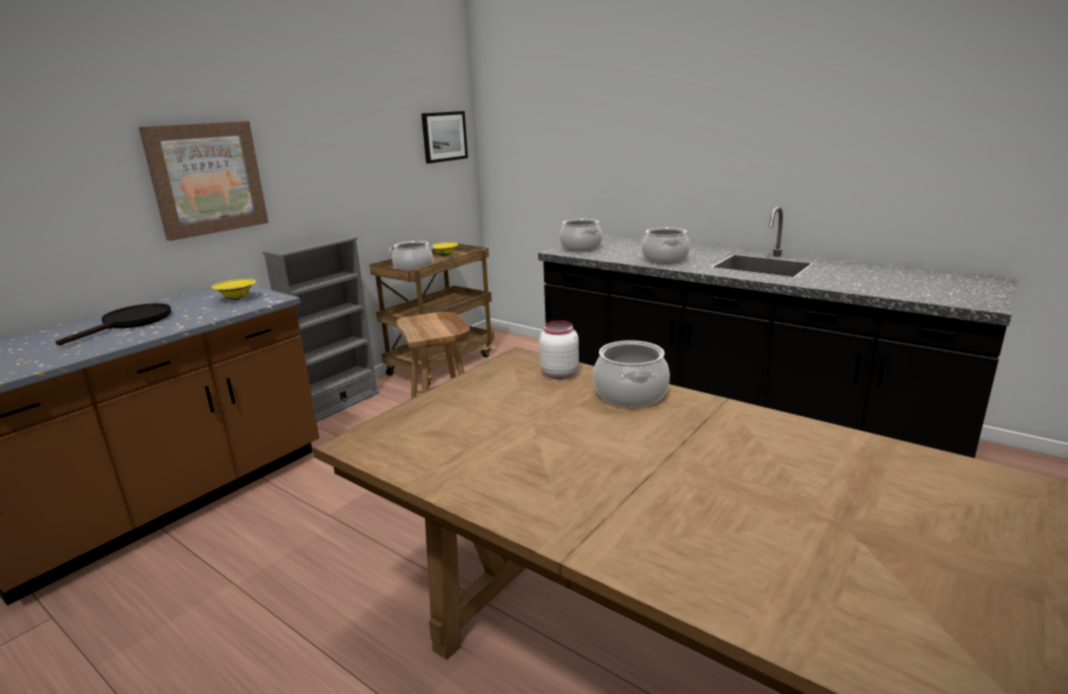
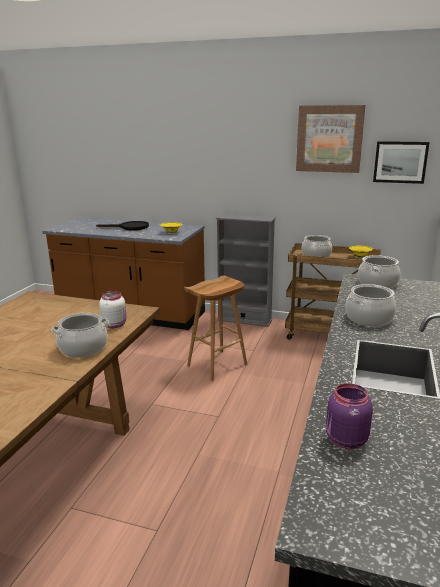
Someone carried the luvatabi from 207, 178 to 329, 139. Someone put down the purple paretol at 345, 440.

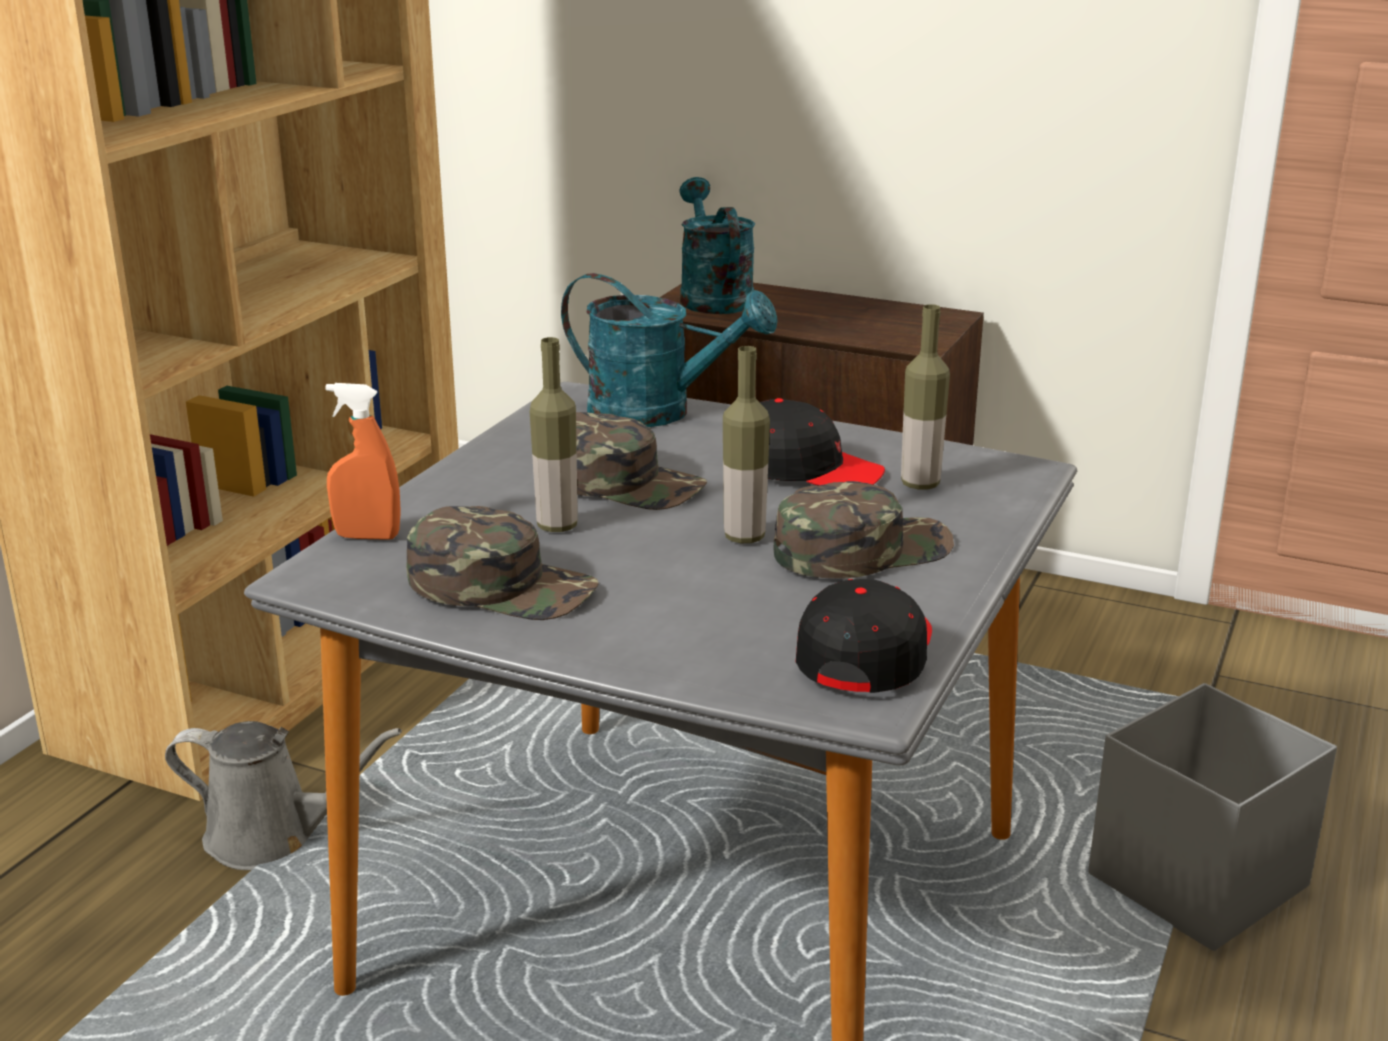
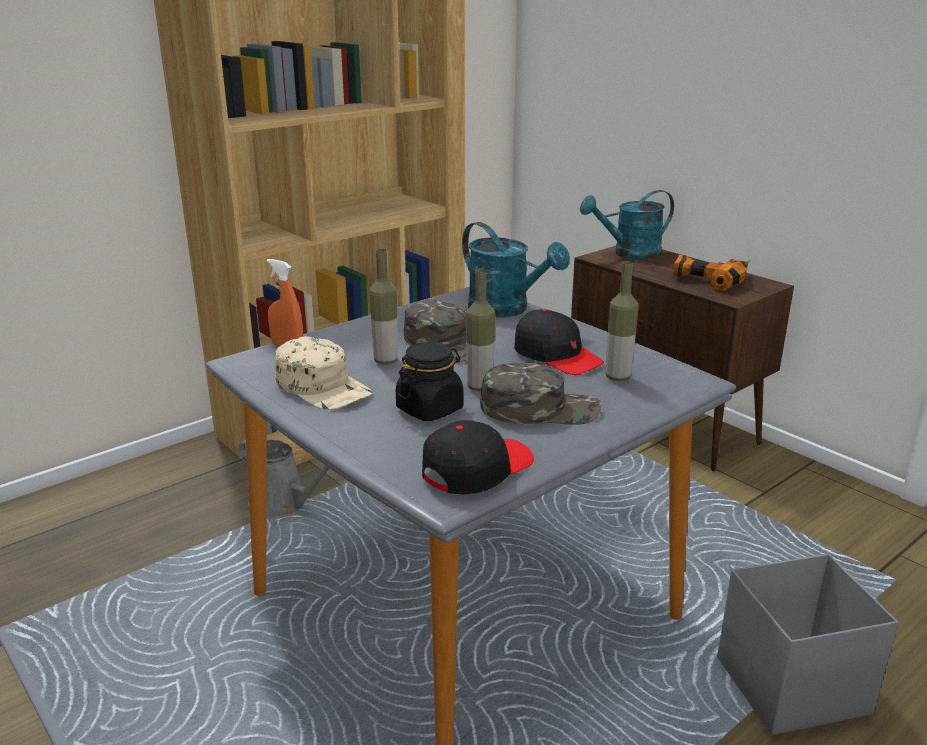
Someone rotated the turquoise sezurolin at 712, 297 by 120 degrees counterclockwise. Someone repainted the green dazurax at 502, 585, which became the beige dazurax at 323, 386. Someone put down the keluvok at 710, 278. Someone put down the black paretol at 430, 409.

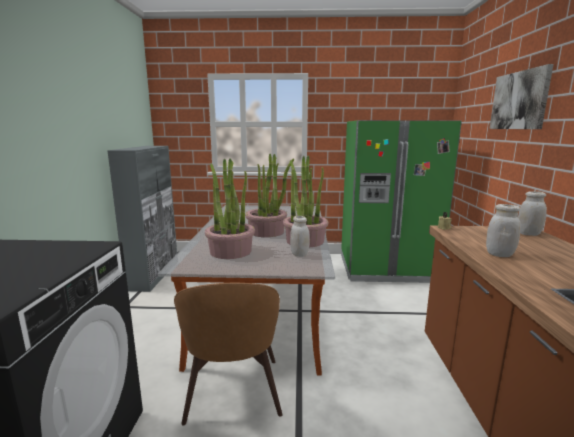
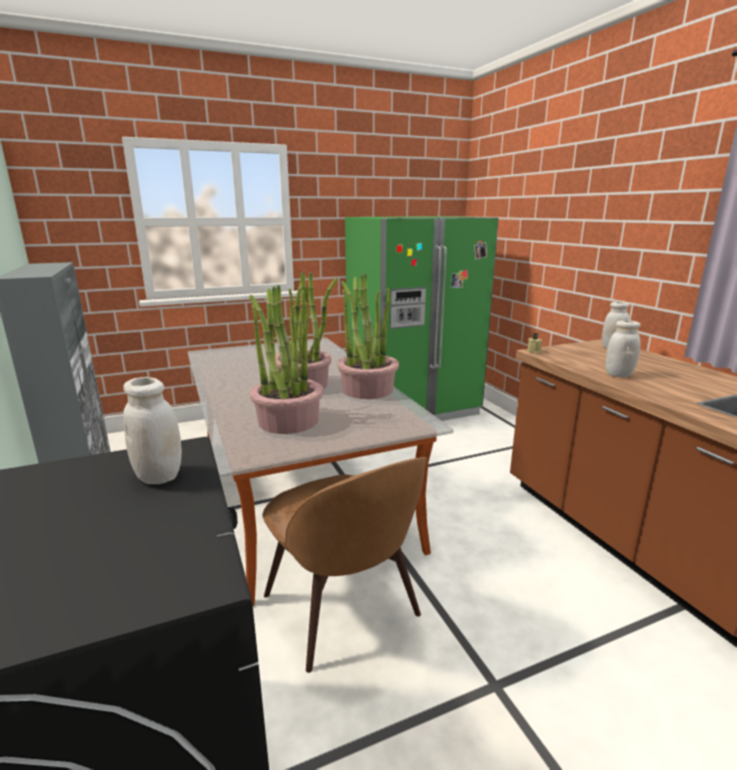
Someone took away the luvatabi at 519, 100. Someone carried the white paretol from 299, 254 to 159, 476.

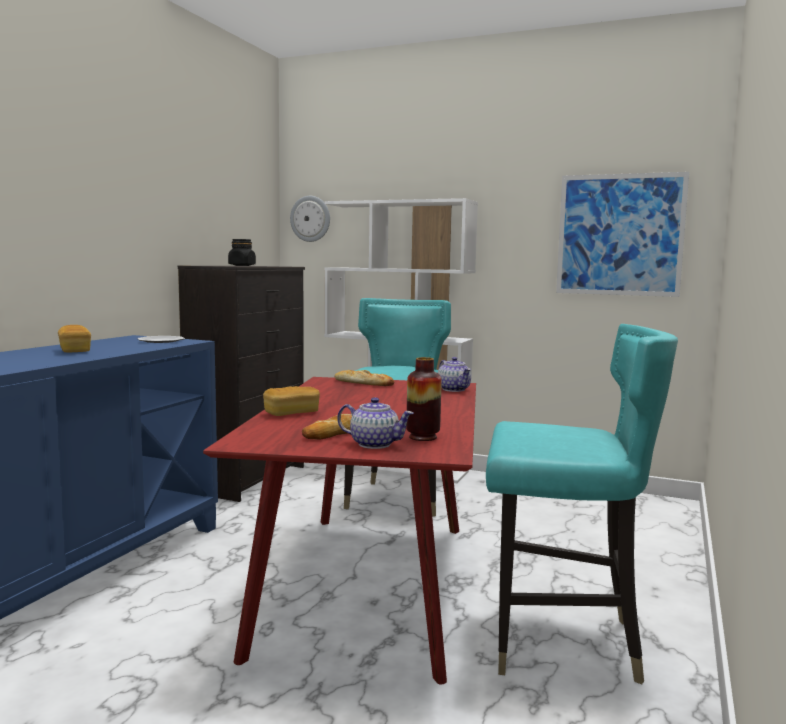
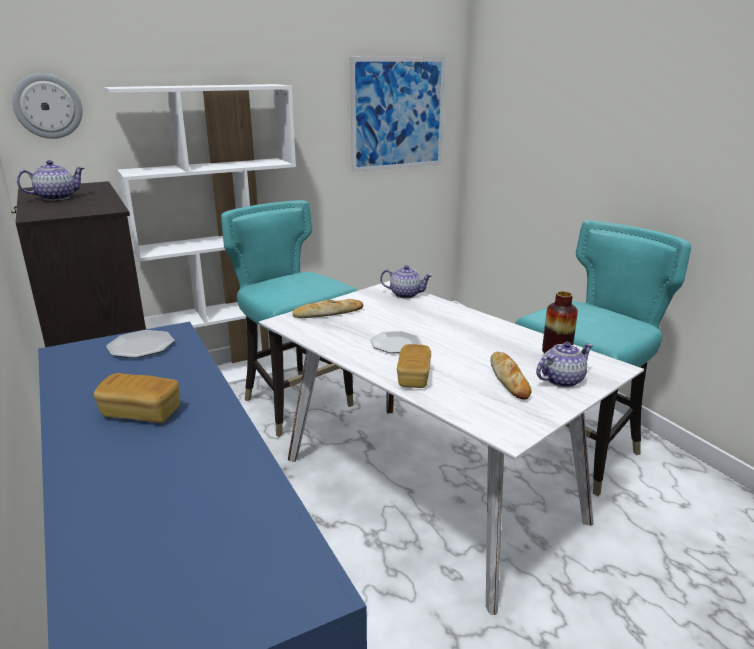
Someone swapped the black paretol at 242, 265 for the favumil at 56, 198. Someone repainted the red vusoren at 367, 583, which became the white vusoren at 427, 489. Someone put down the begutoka at 395, 344.

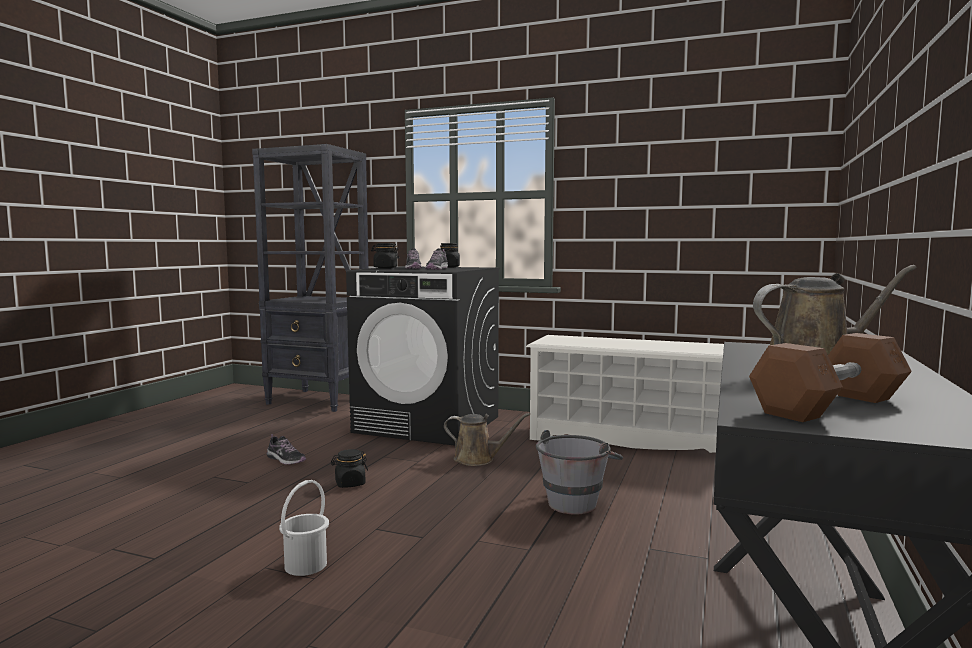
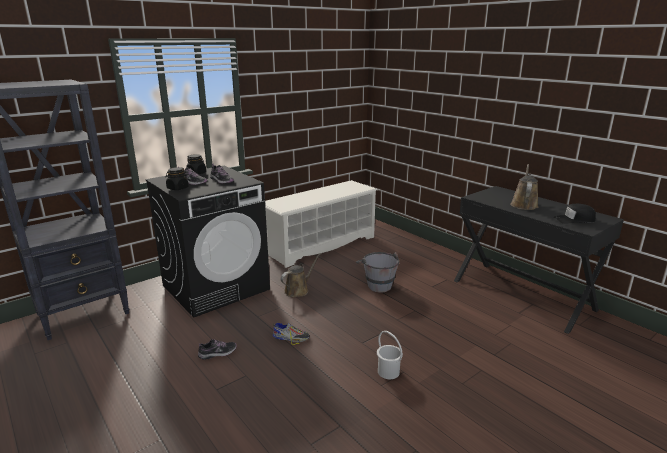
Someone swapped the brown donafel at 829, 406 for the black dazurax at 574, 220. Someone swapped the black paretol at 350, 483 for the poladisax at 291, 337.

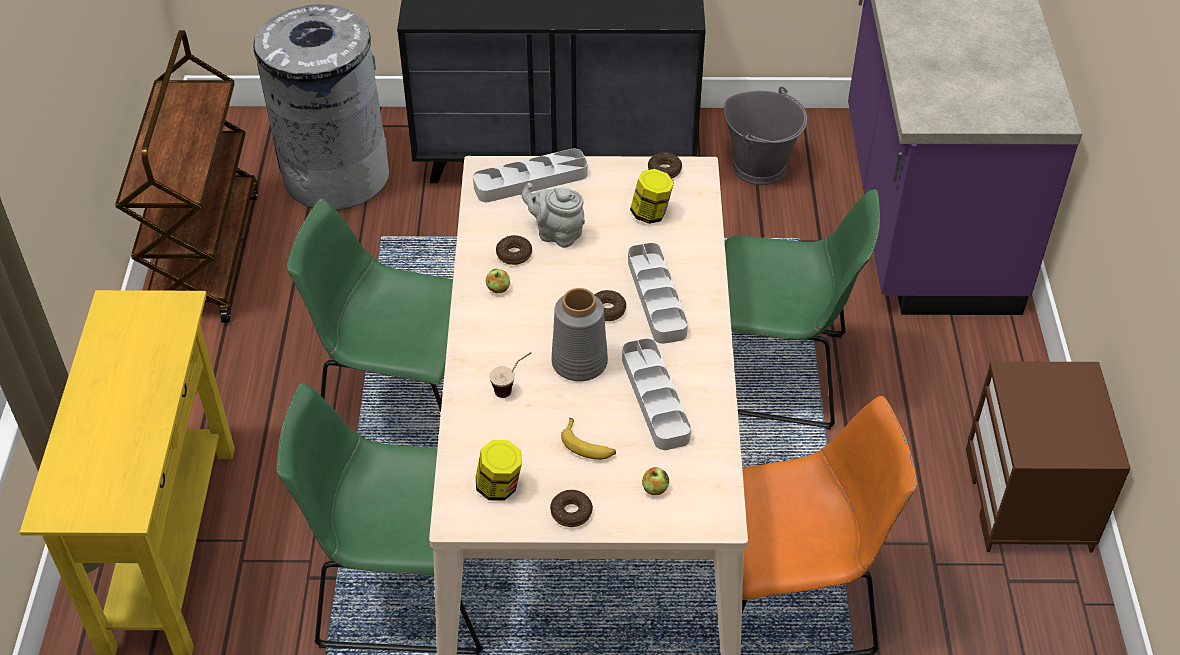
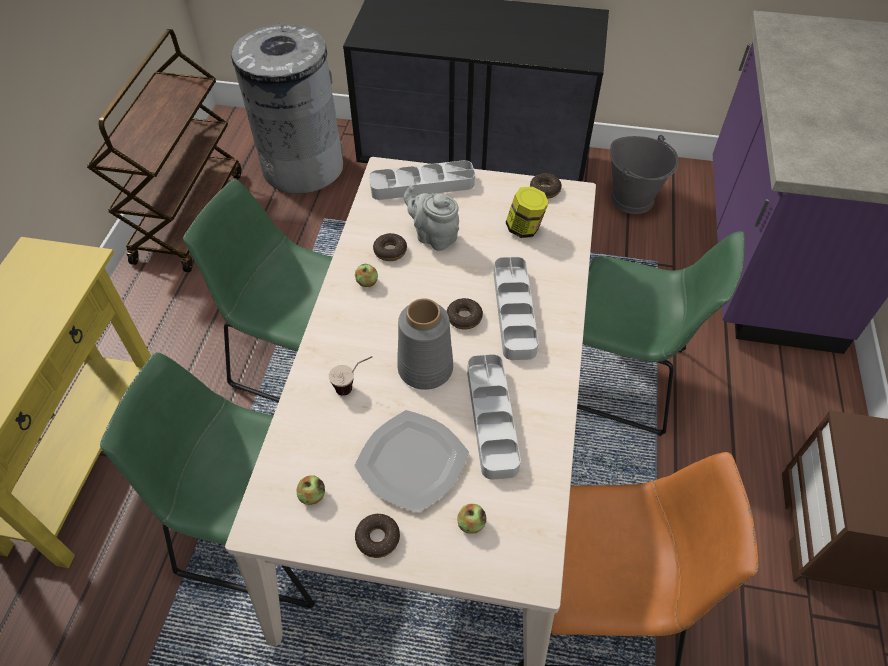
Someone swapped the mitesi at 588, 445 for the begutoka at 413, 461. Someone swapped the paretol at 499, 487 for the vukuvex at 312, 495.

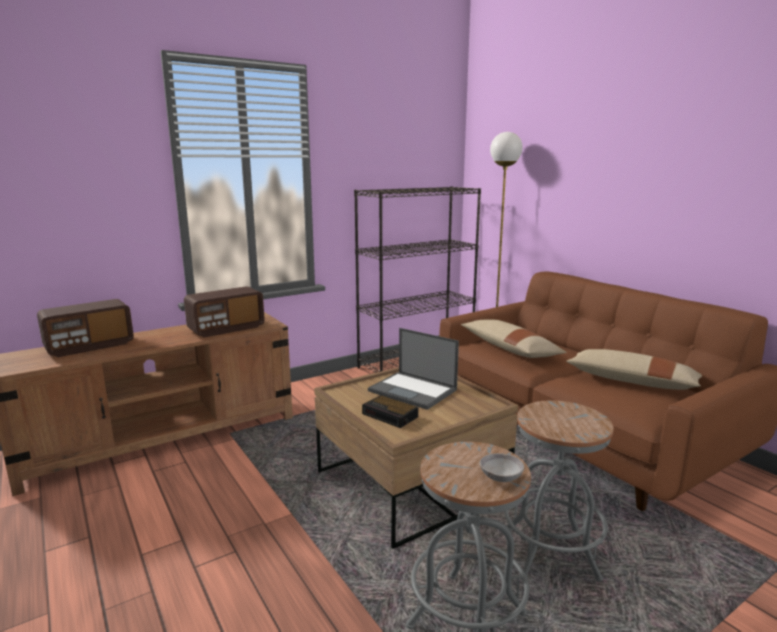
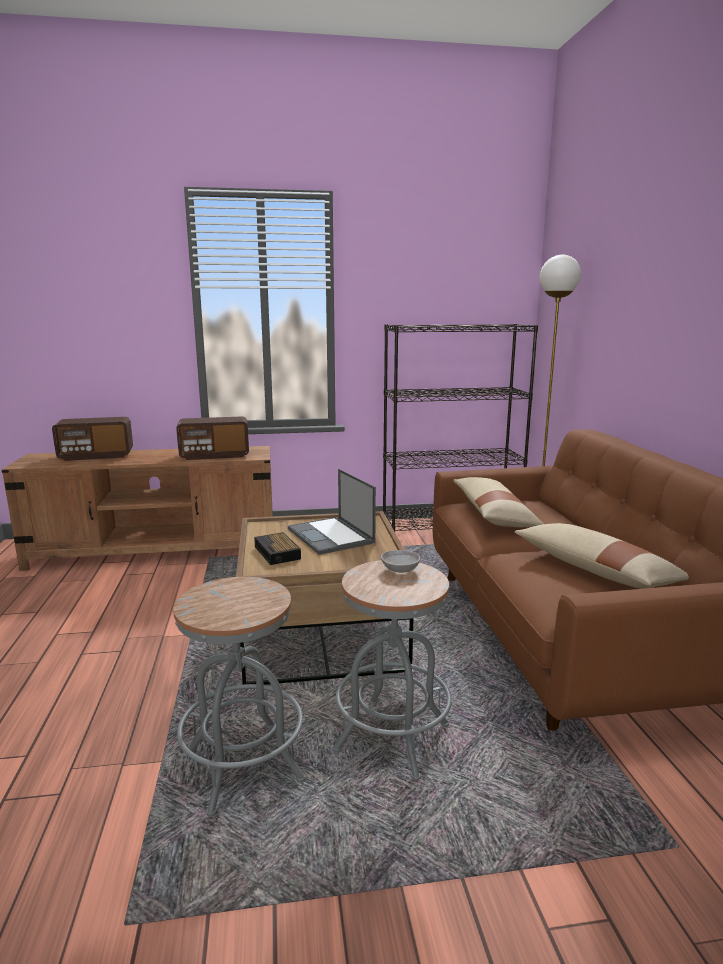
Someone carried the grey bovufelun from 500, 477 to 400, 570.

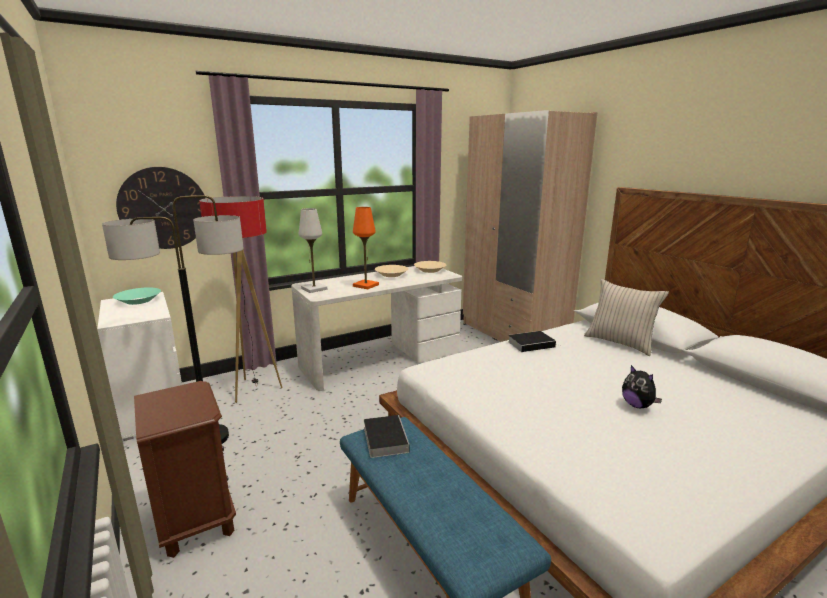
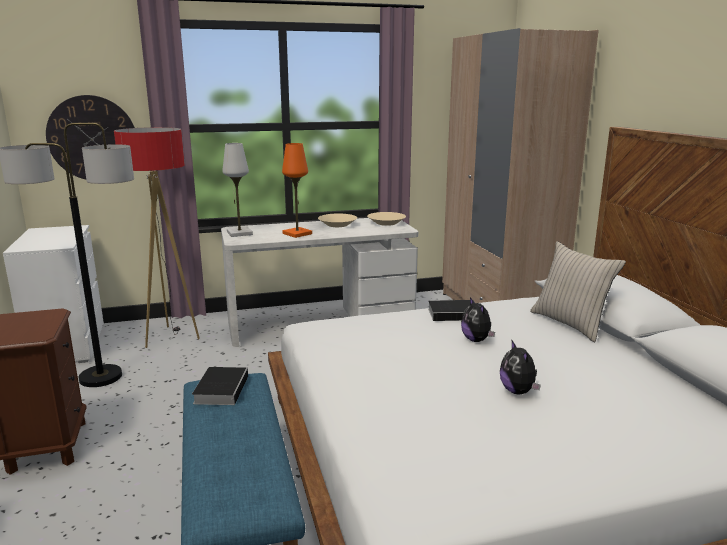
Someone took away the turquoise bovufelun at 138, 301. Someone put down the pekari at 476, 340.

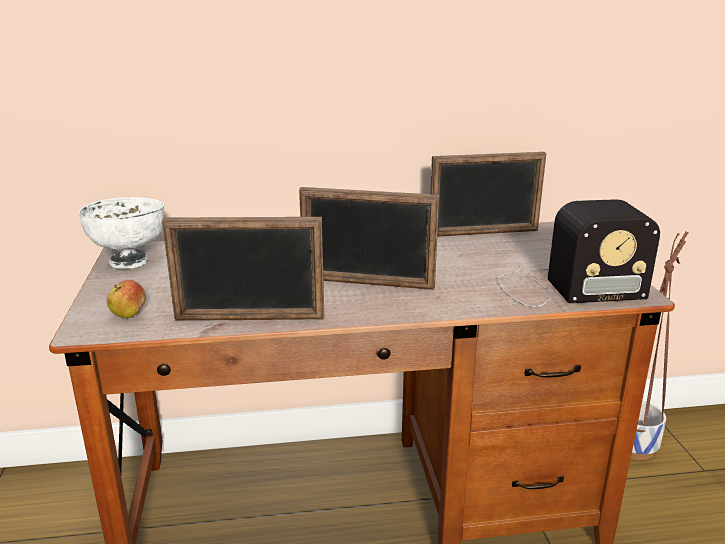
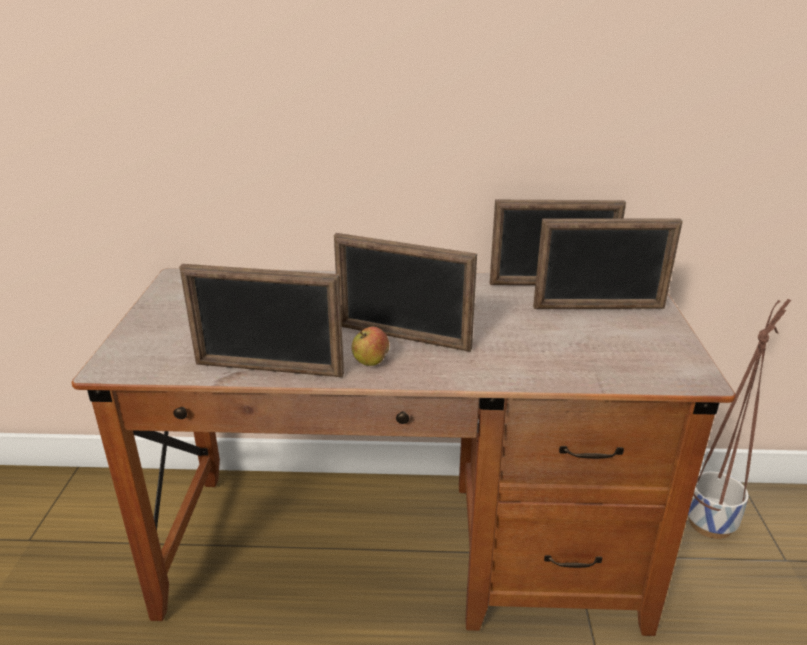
Someone took away the white bovufelun at 129, 260. Someone took away the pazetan at 564, 288. Someone carried the vukuvex from 129, 315 to 370, 362. Someone put down the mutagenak at 598, 308.

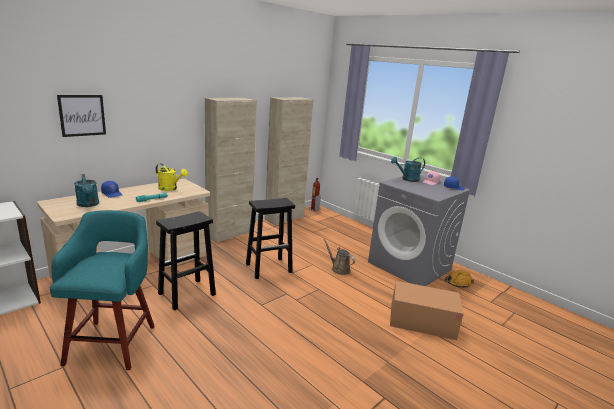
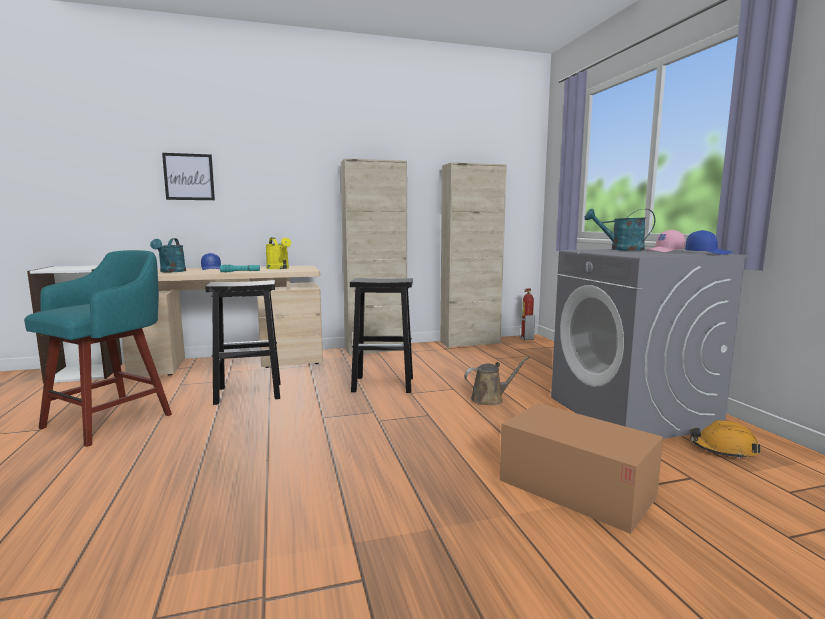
Someone rotated the brown sezurolin at 339, 269 by 90 degrees clockwise.

